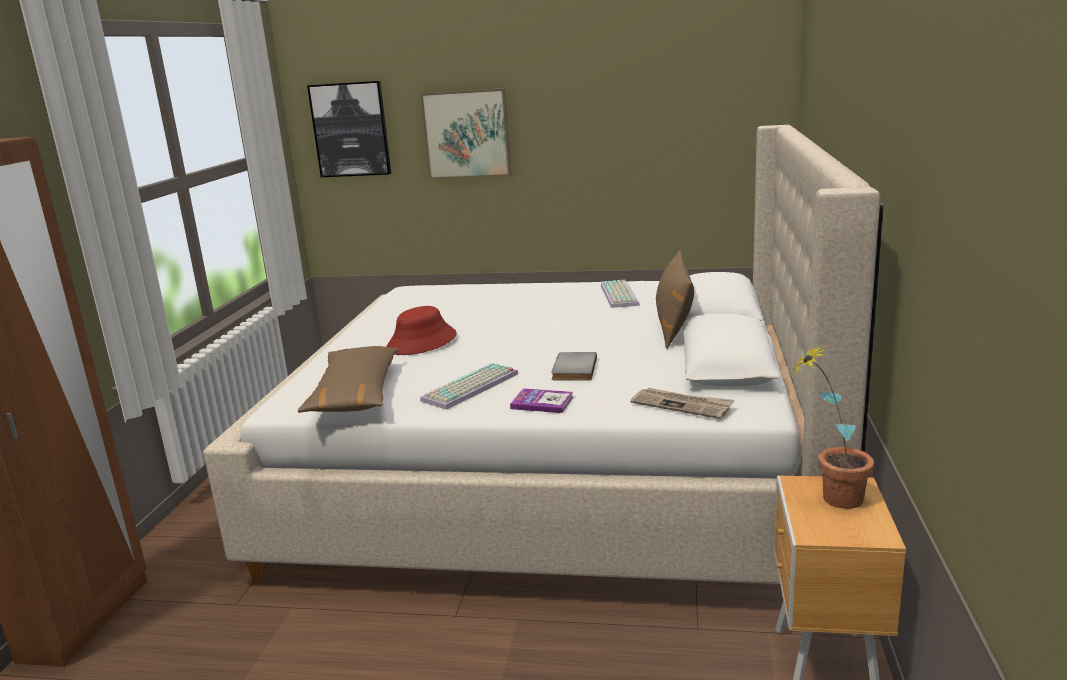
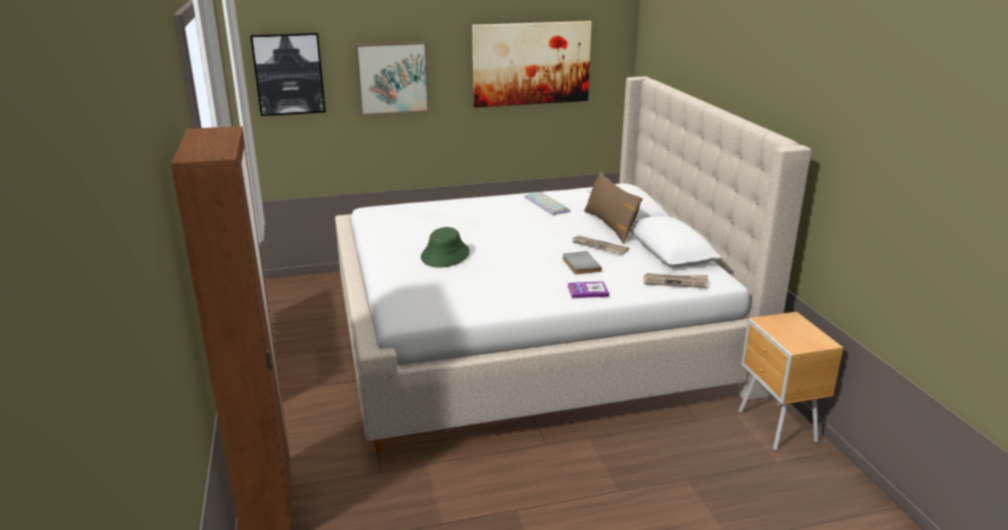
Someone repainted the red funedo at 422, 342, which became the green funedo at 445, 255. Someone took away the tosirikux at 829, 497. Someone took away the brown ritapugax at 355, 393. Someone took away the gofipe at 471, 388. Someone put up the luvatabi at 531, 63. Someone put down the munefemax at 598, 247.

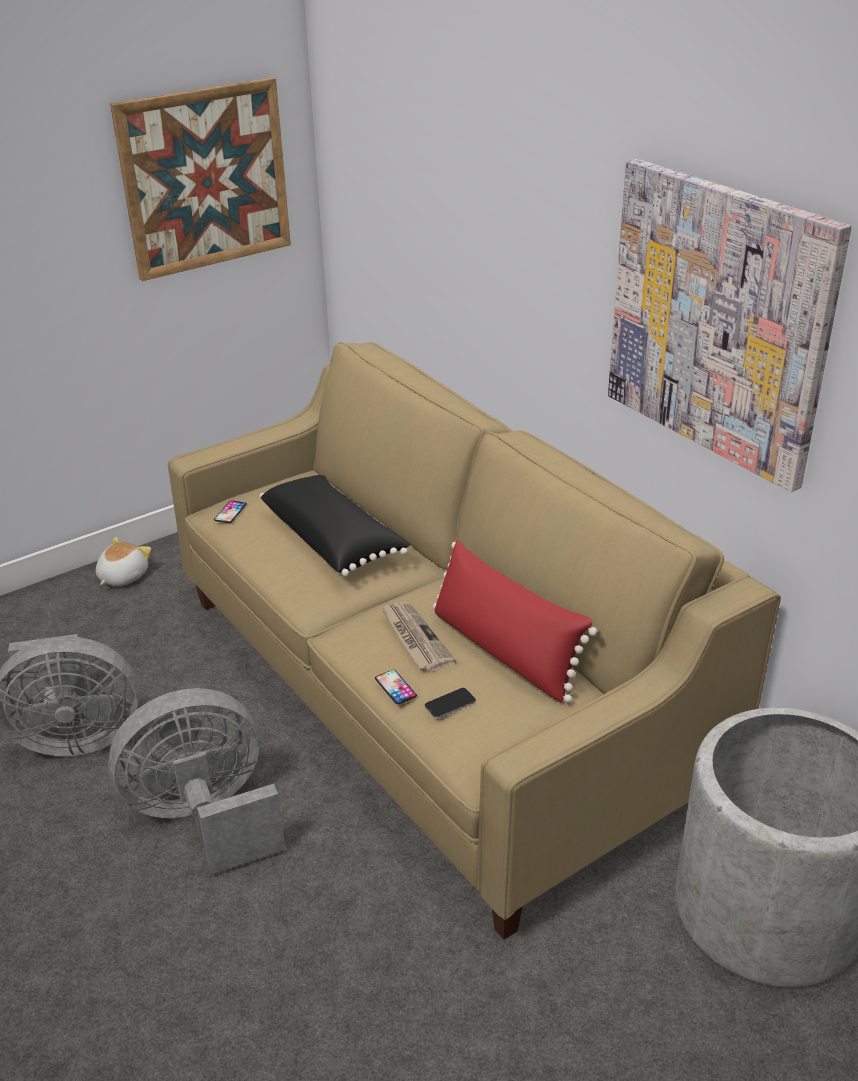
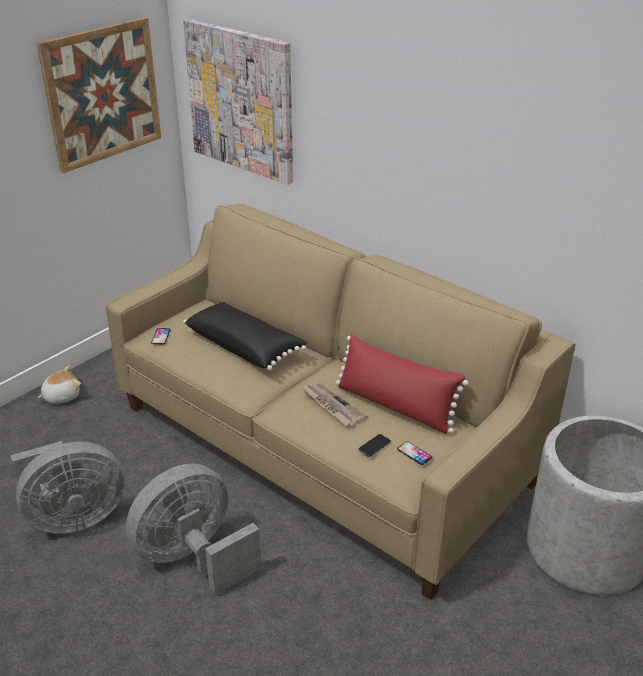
Someone carried the luvatabi from 718, 320 to 241, 100. Someone rotated the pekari at 122, 576 by 45 degrees clockwise. Someone carried the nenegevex from 395, 687 to 414, 453.

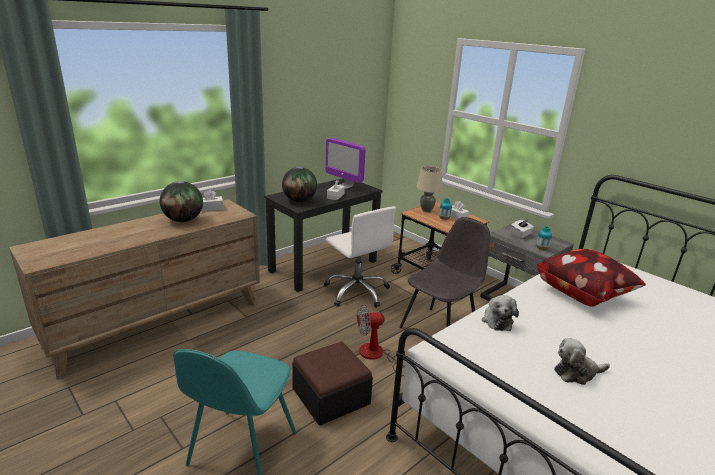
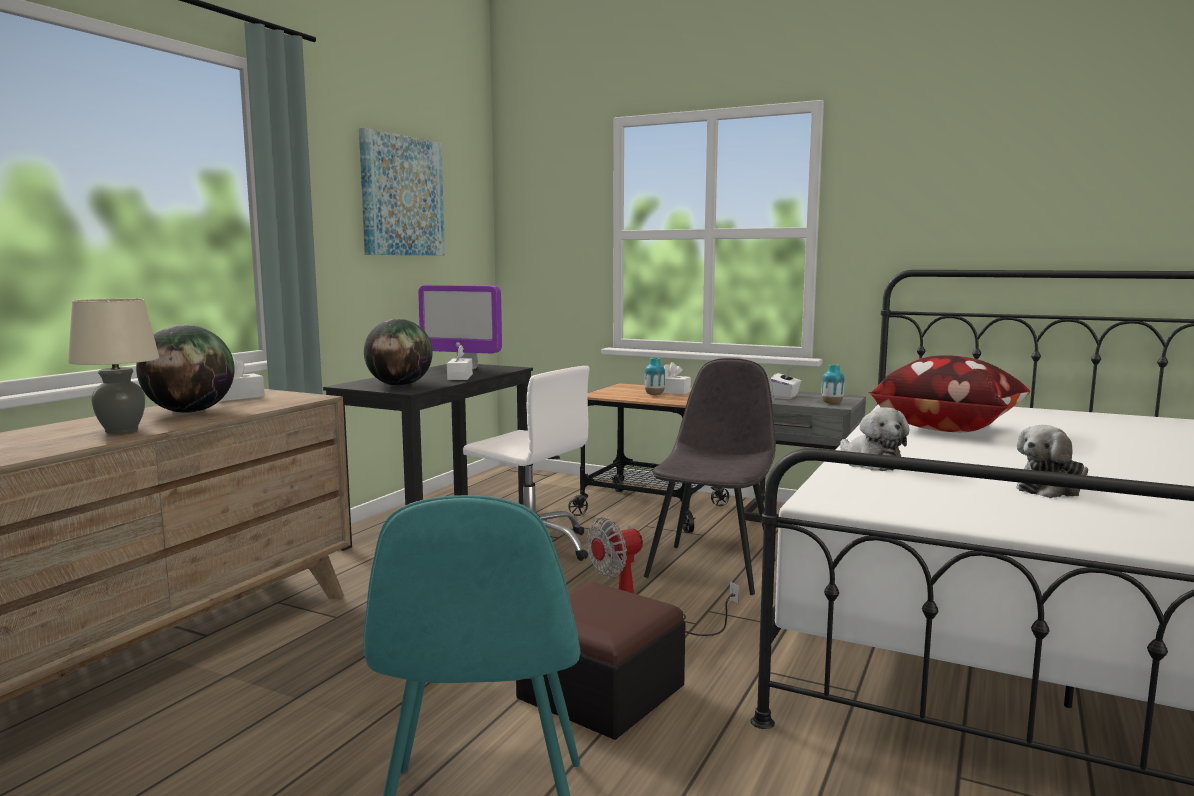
Someone carried the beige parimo from 426, 210 to 122, 430. Someone put up the luvatabi at 401, 196.

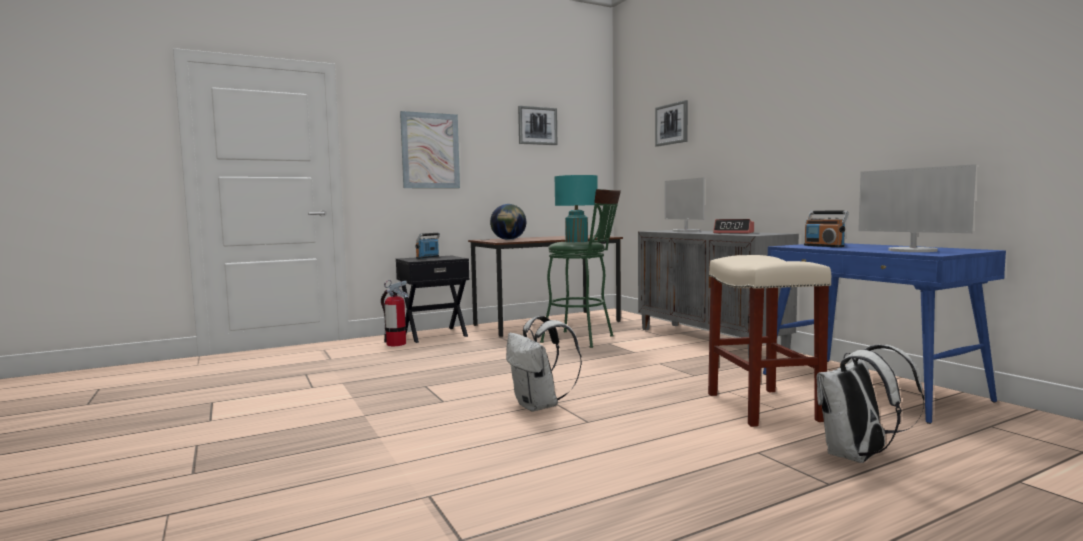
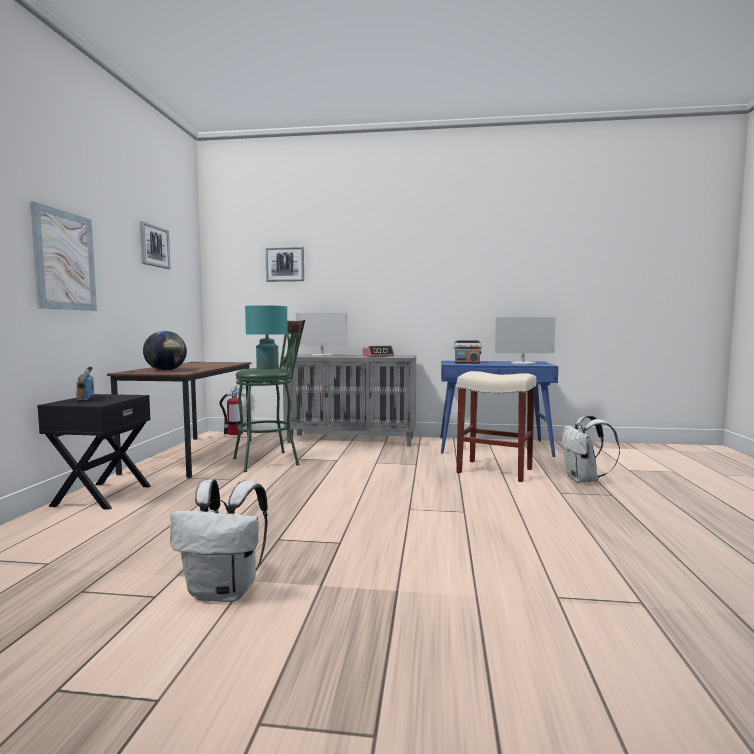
Someone carried the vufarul from 396, 344 to 235, 433. Someone carried the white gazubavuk from 539, 406 to 225, 591.

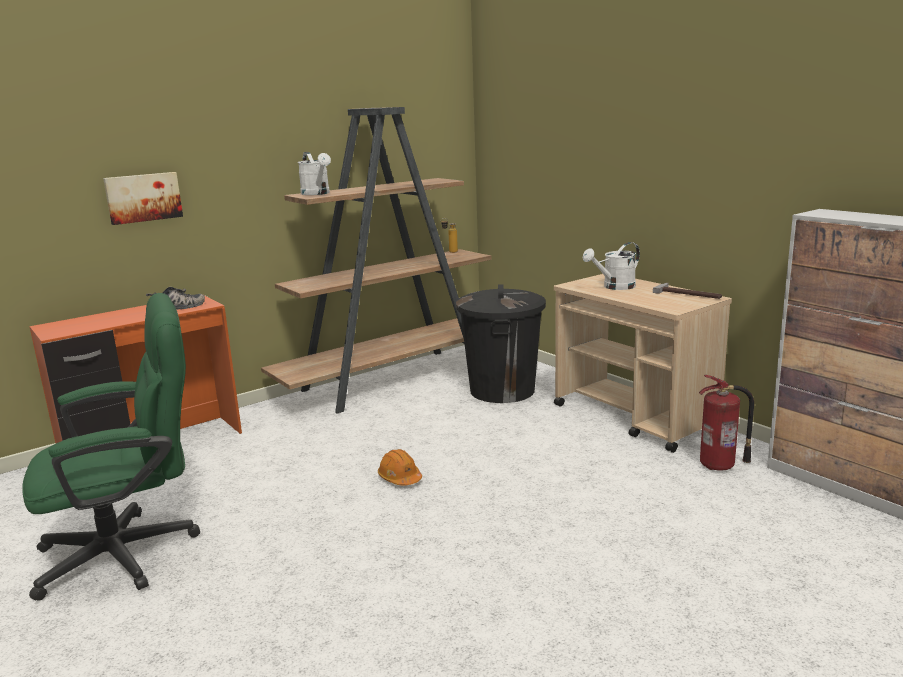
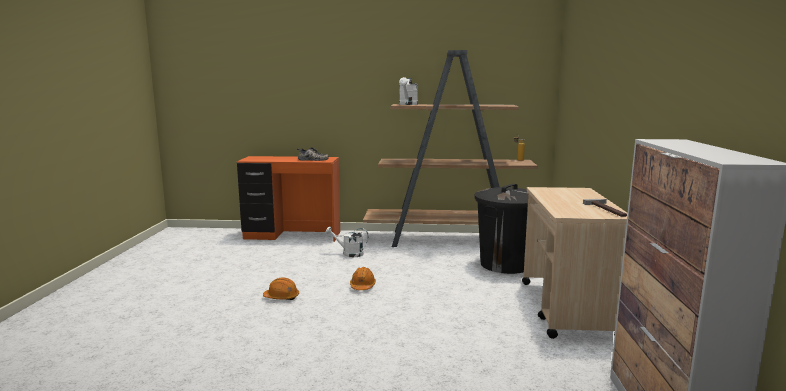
Someone took away the luvatabi at 143, 197. Someone carried the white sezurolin from 614, 287 to 349, 253. Someone took away the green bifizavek at 132, 551. Someone took away the vufarul at 719, 465. Someone put down the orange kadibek at 281, 297.

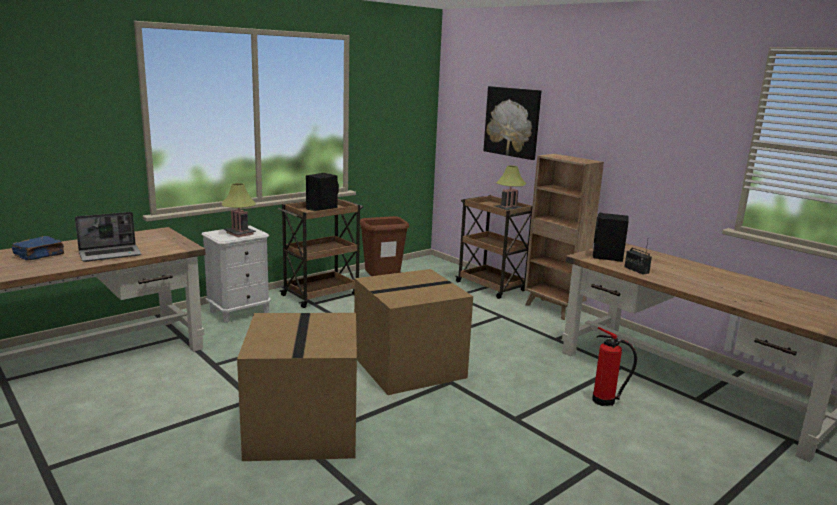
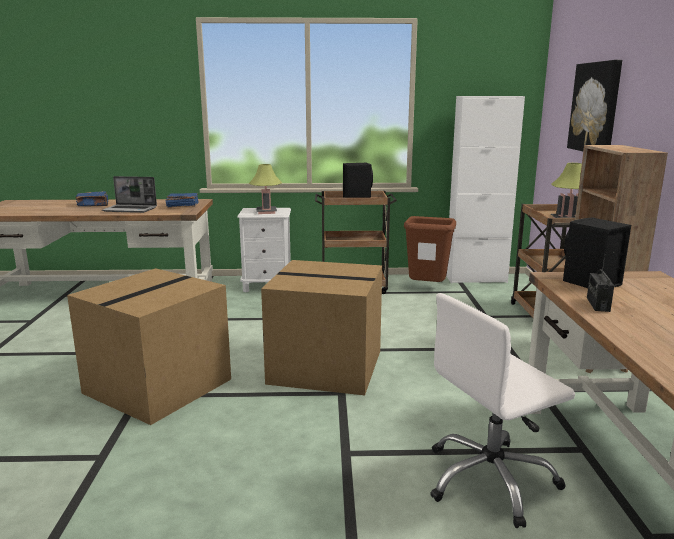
Someone swapped the vufarul at 605, 401 for the white bifizavek at 490, 480. Someone put down the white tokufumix at 476, 279. Someone put down the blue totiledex at 182, 206.

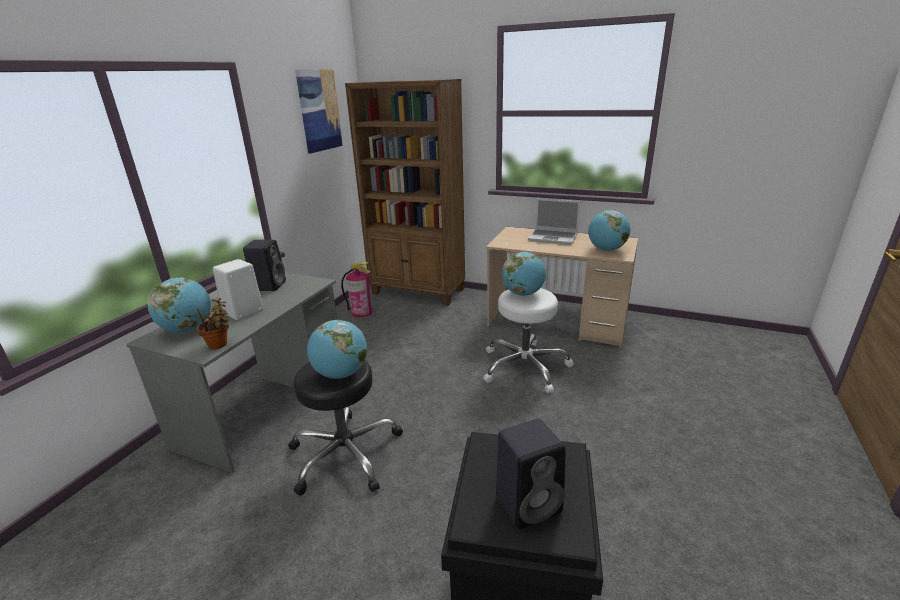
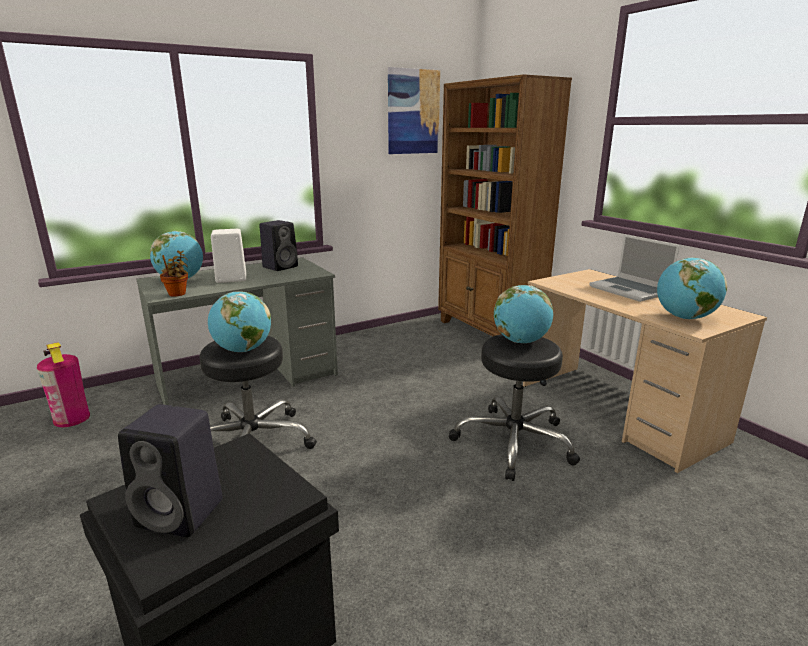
Someone carried the vufarul from 362, 312 to 72, 418. Someone repainted the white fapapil at 525, 367, which became the black fapapil at 514, 442.

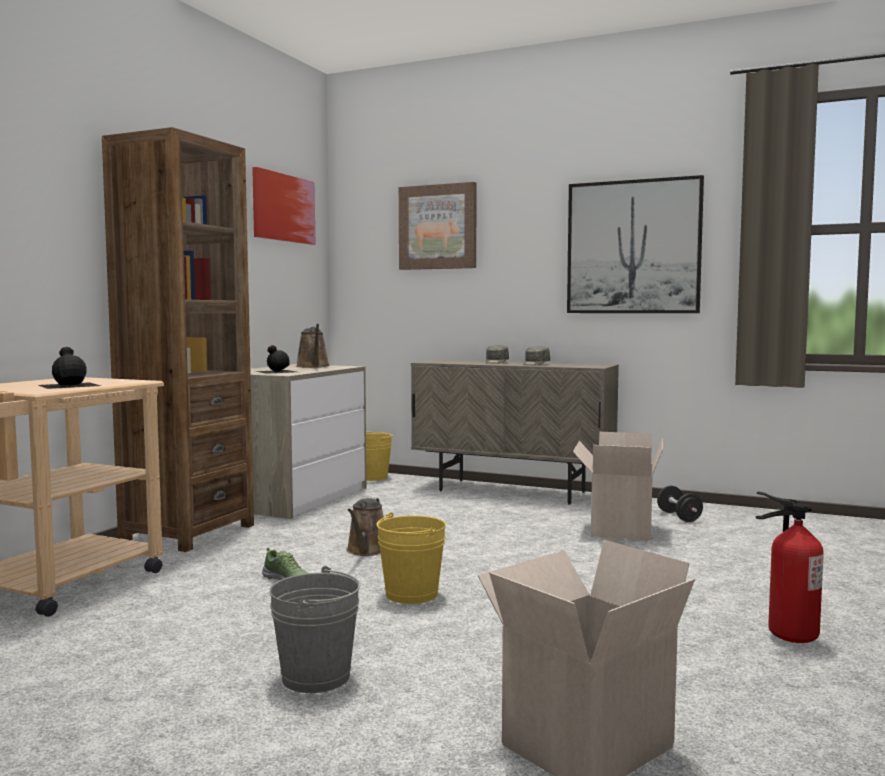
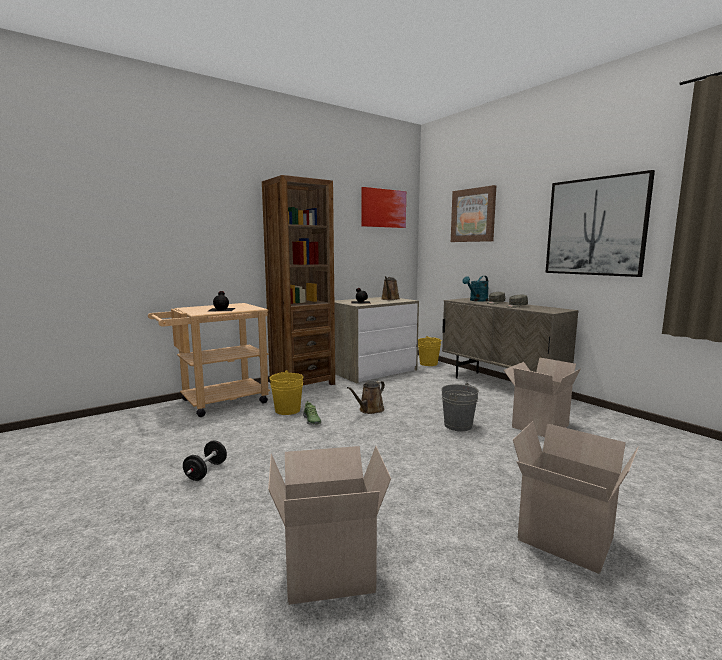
Someone carried the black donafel from 679, 517 to 206, 471. Someone swapped the vufarul at 787, 636 for the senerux at 563, 540. Someone carried the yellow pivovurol from 411, 594 to 287, 410. Someone carried the grey pivovurol from 316, 677 to 458, 425. Someone put down the turquoise sezurolin at 477, 300.

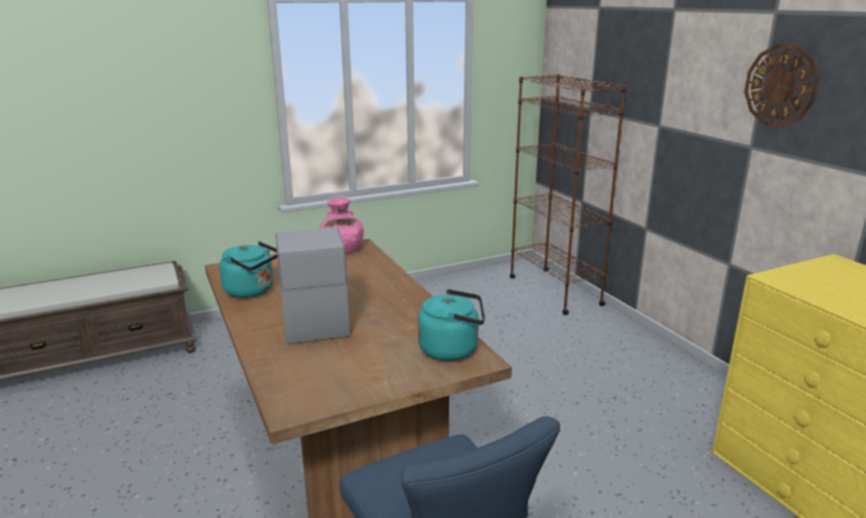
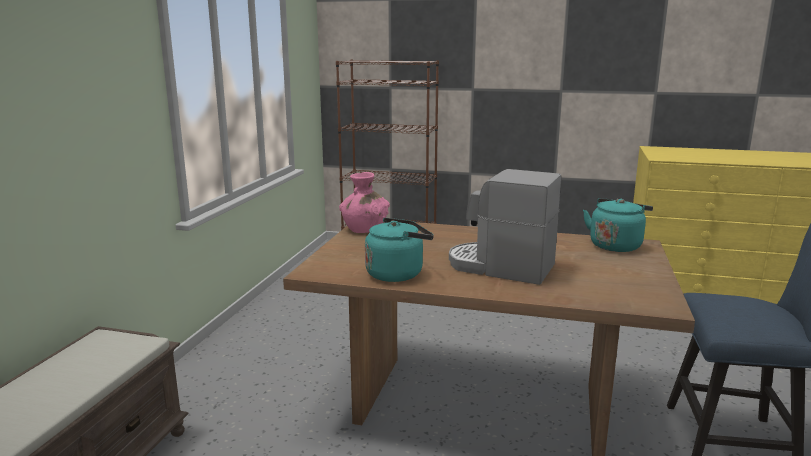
Someone took away the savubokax at 780, 85.

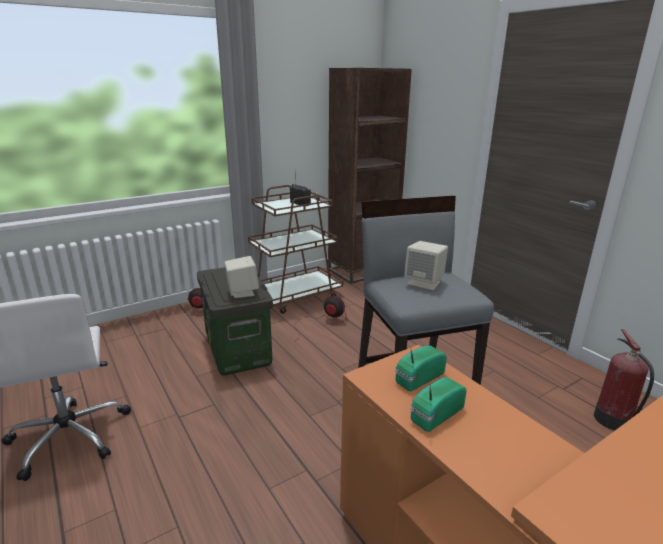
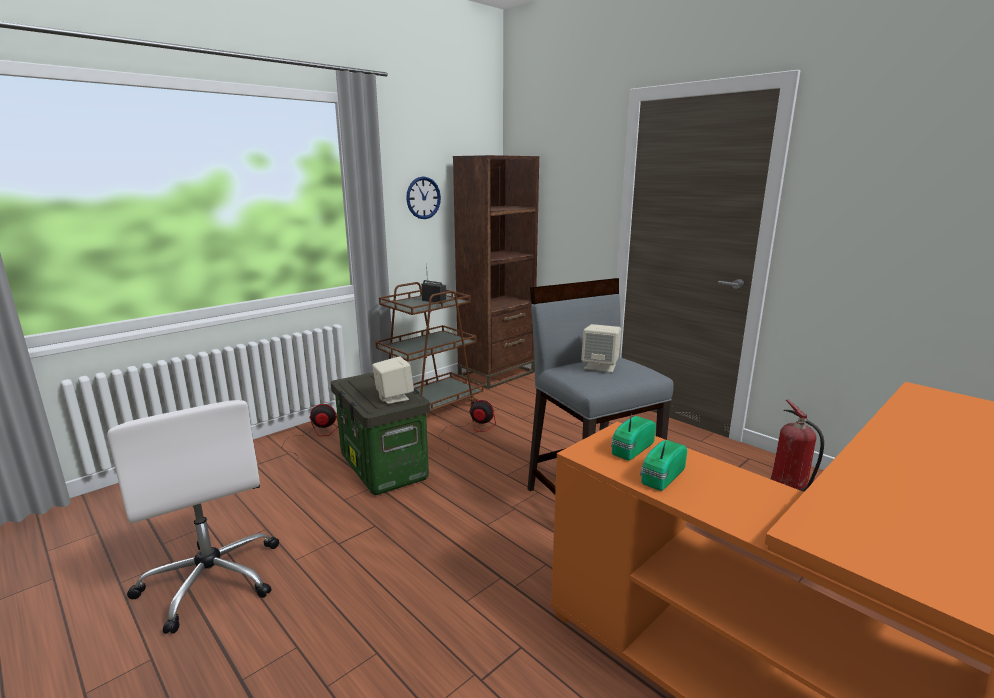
Someone put up the savubokax at 423, 198.

